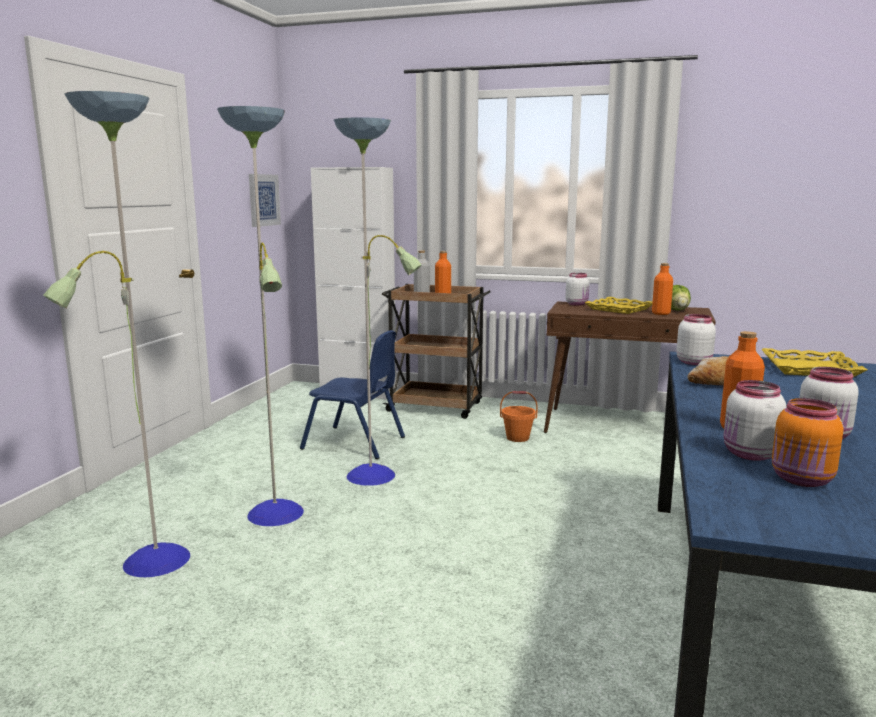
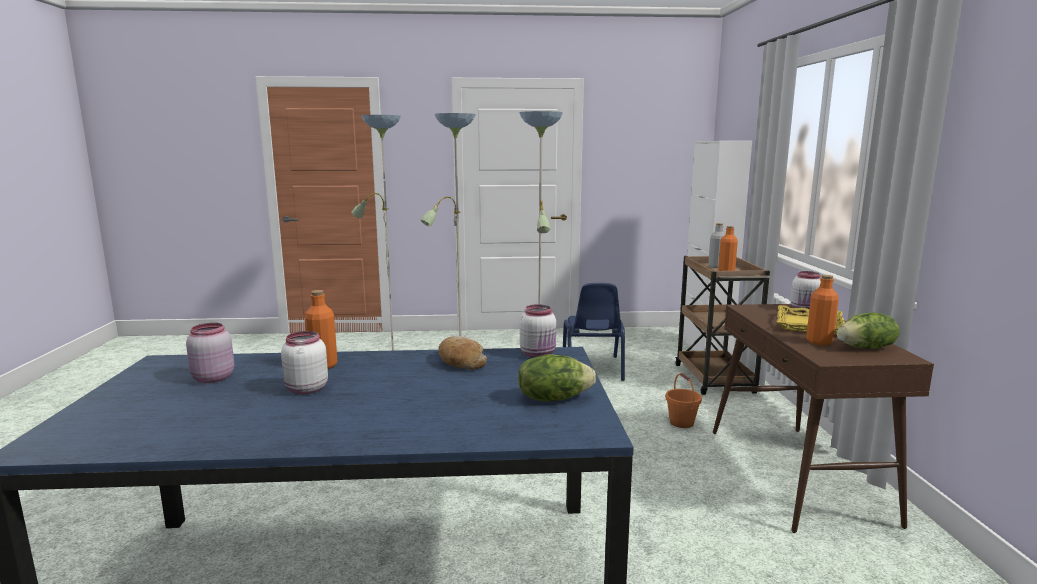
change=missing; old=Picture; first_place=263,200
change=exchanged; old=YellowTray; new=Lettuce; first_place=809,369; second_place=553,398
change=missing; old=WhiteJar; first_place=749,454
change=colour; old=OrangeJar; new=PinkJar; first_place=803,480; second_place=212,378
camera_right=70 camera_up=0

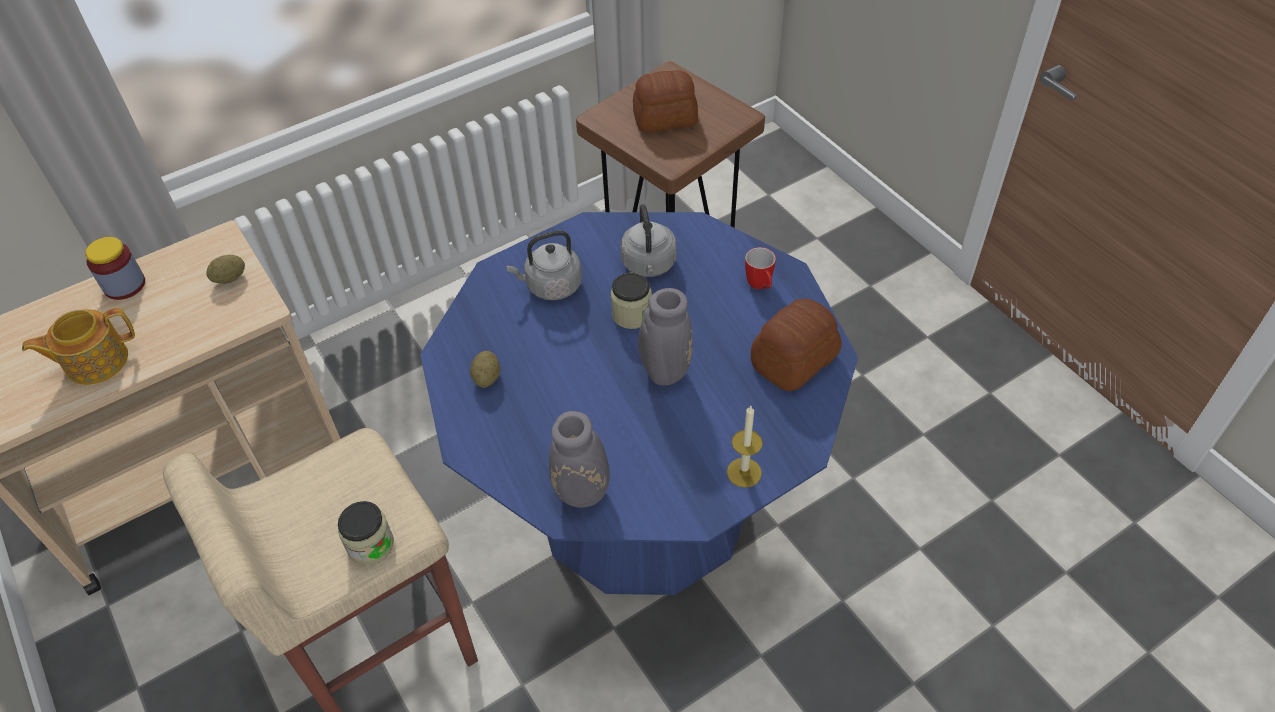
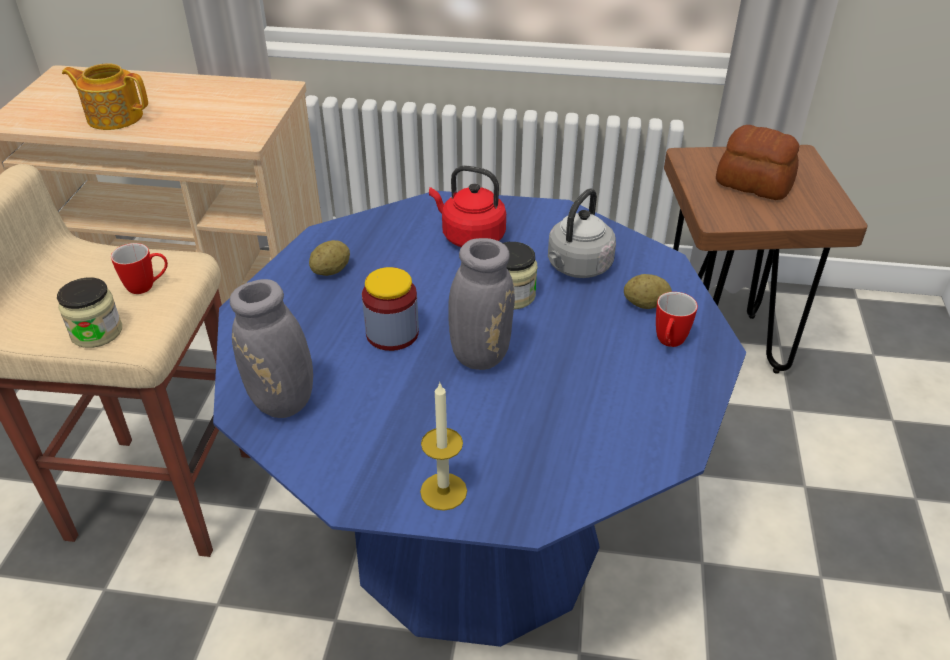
change=colour; old=GreyKettle; new=RedKettle; first_place=551,286; second_place=470,237
change=relocated; old=Jar; first_place=124,285; second_place=392,333
change=relocated; old=Potato; first_place=230,278; second_place=645,304
change=missing; old=Bread; first_place=792,360
change=appeared; new=Mug; second_place=148,286
camera_right=40 camera_up=-10

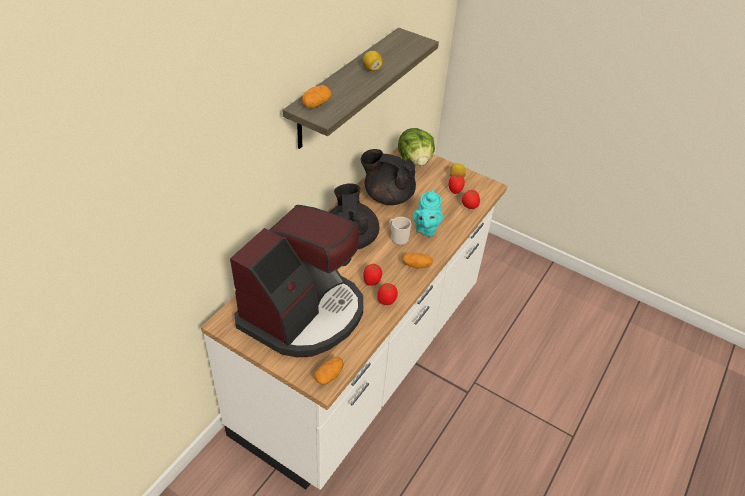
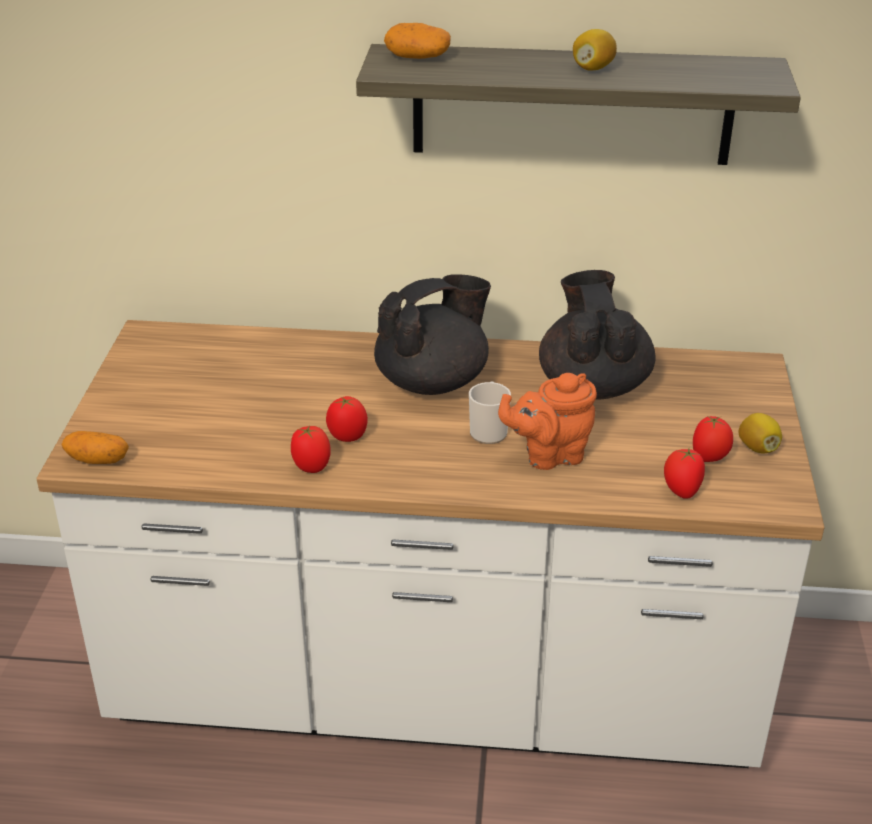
change=missing; old=Lettuce; first_place=415,161
change=colour; old=TurquoiseTeapot; new=OrangeTeapot; first_place=426,229; second_place=549,455
change=missing; old=CoffeeMachine; first_place=303,313
change=missing; old=Potato; first_place=416,265
camera_right=65 camera_up=-10

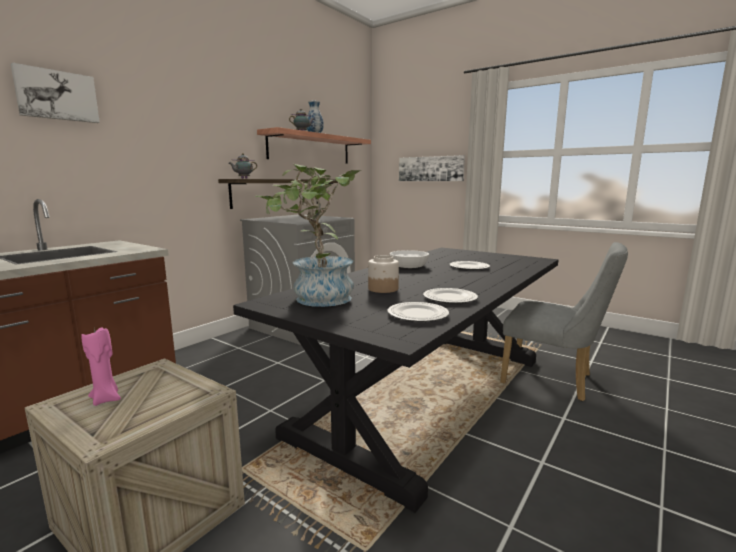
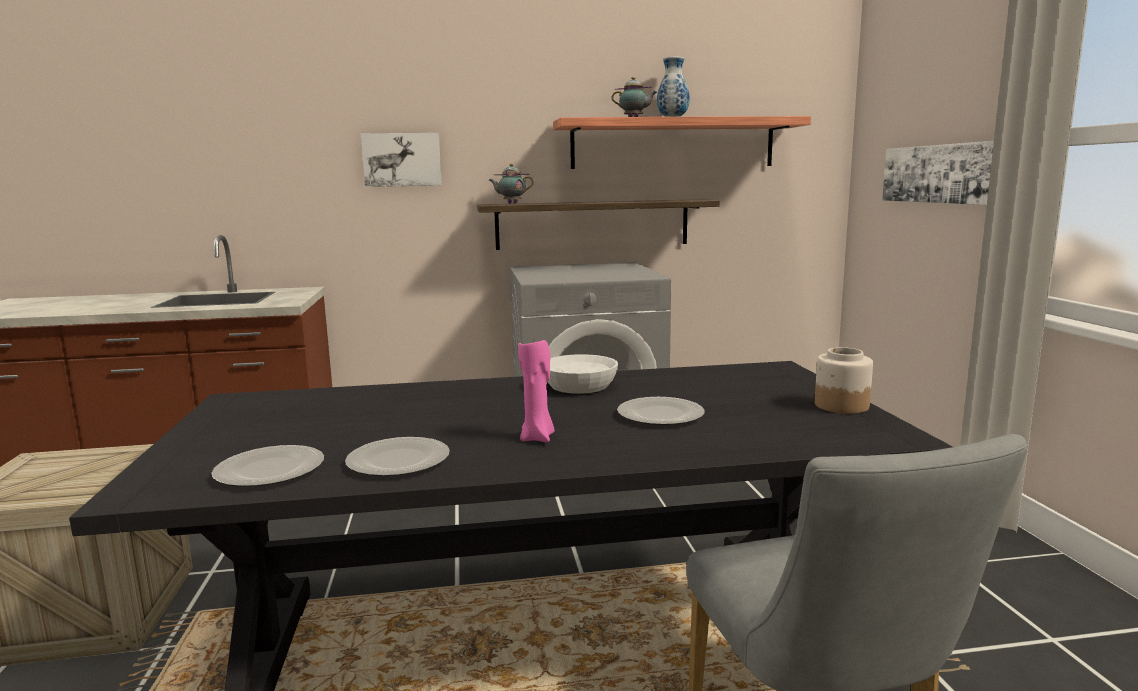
change=relocated; old=Picture; first_place=57,95; second_place=402,160
change=missing; old=PottedPlant; first_place=315,300
change=relocated; old=Jar; first_place=382,289; second_place=841,405
change=relocated; old=PinkCandle; first_place=106,399; second_place=538,438
camera_right=45 camera_up=0

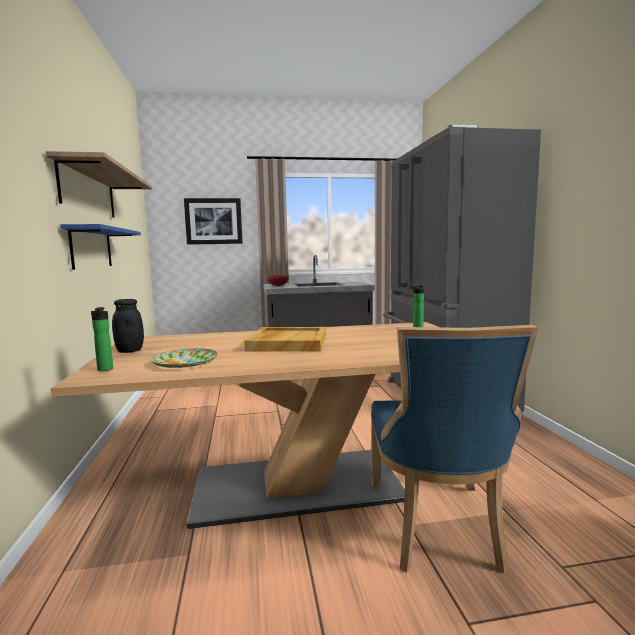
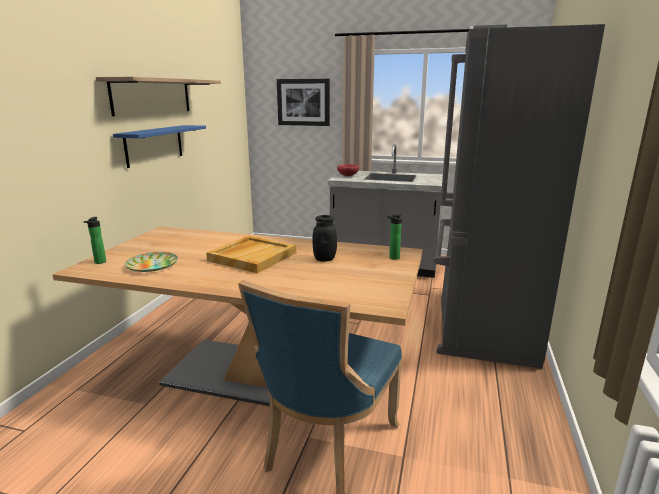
change=relocated; old=BlackJar; first_place=130,350; second_place=324,259
camera_right=25 camera_up=10

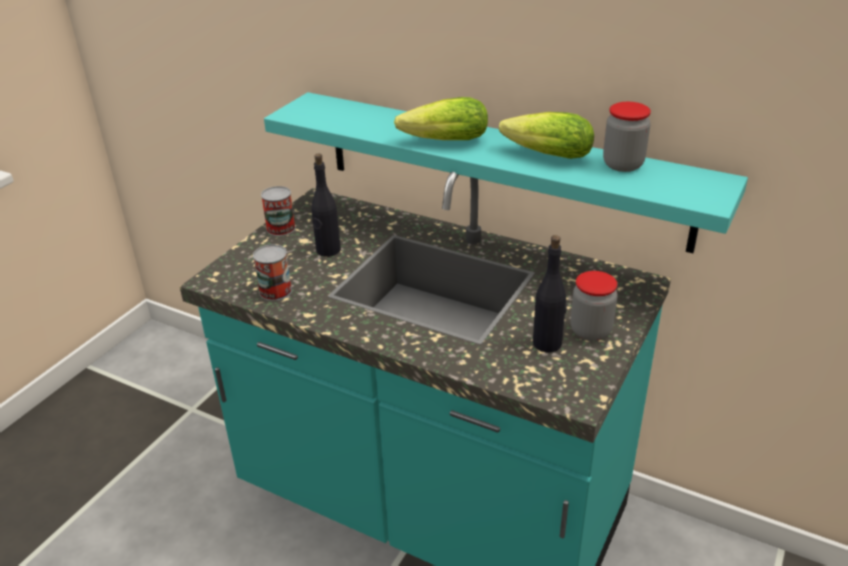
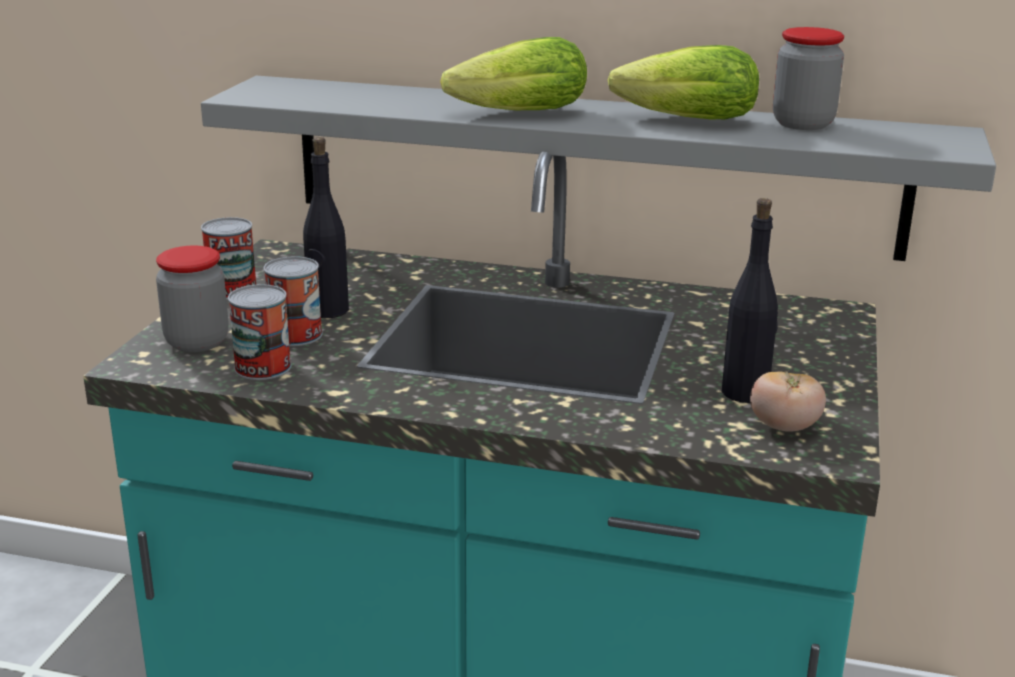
change=colour; old=TurquoiseShelf; new=GreyShelf; first_place=500,168; second_place=592,165
change=relocated; old=Jar; first_place=590,331; second_place=197,342
change=appeared; new=Can; second_place=295,335
change=appeared; new=Tomato; second_place=784,427
camera_right=-15 camera_up=-10

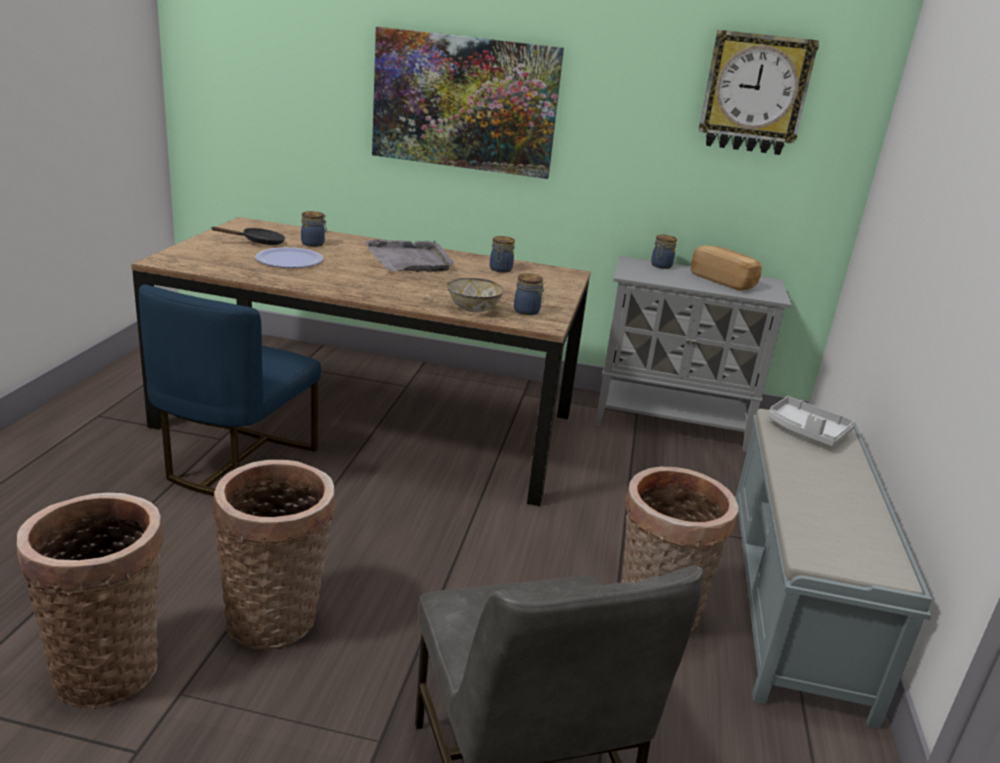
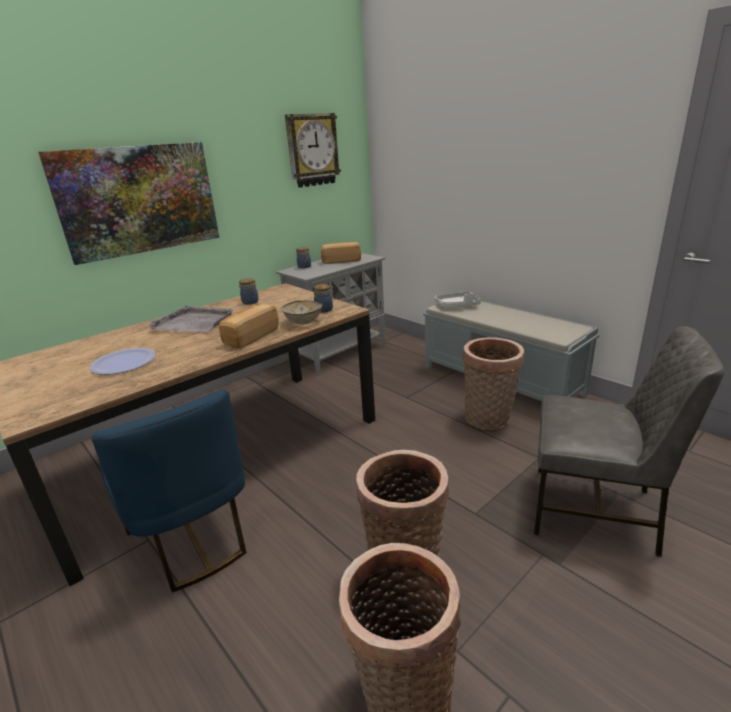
change=missing; old=Jar; first_place=314,243
change=missing; old=BlackFryingPan; first_place=259,242
change=appeared; new=Bread; second_place=250,337
camera_right=-50 camera_up=0

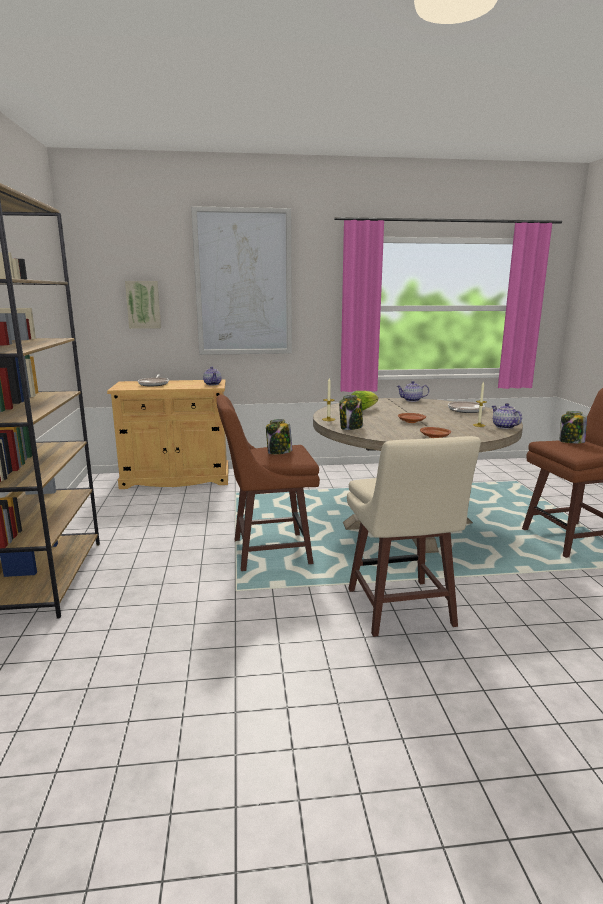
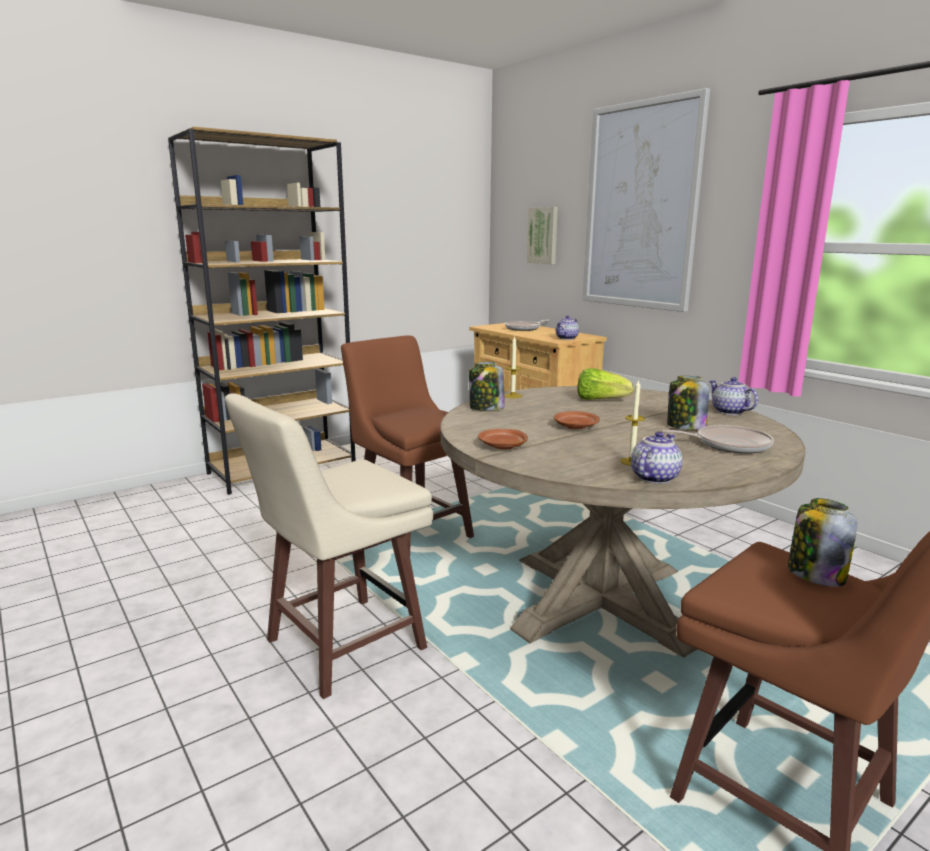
change=relocated; old=Jar; first_place=279,452; second_place=685,427
camera_right=60 camera_up=0

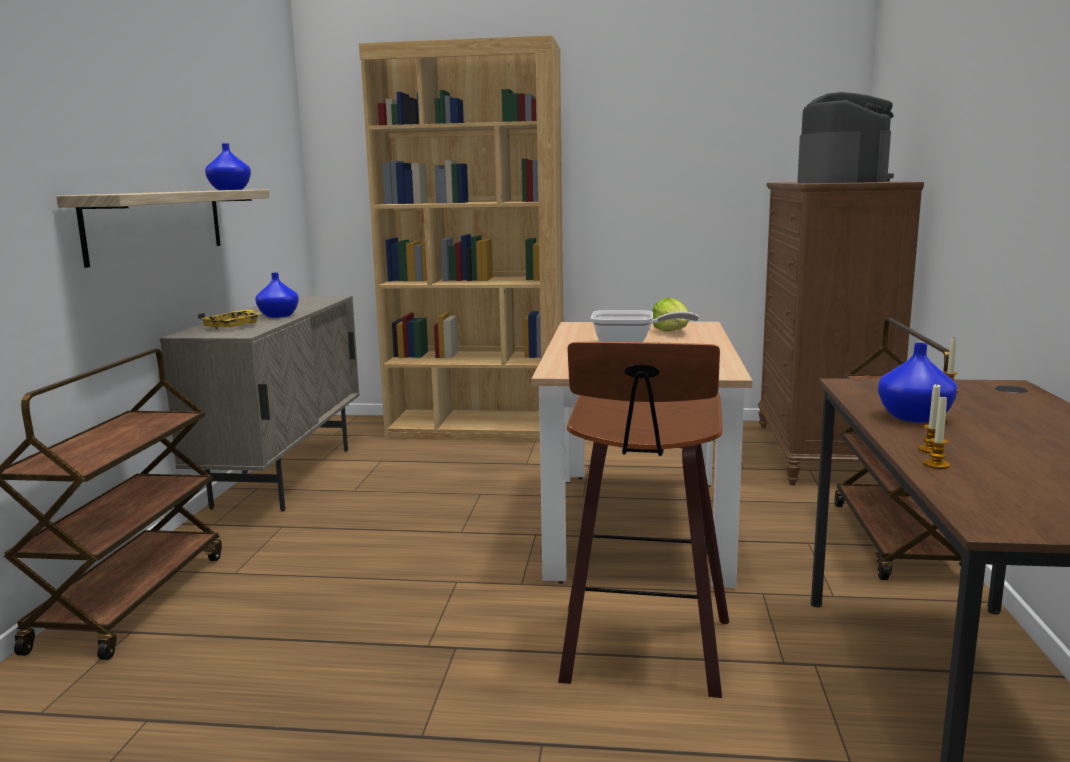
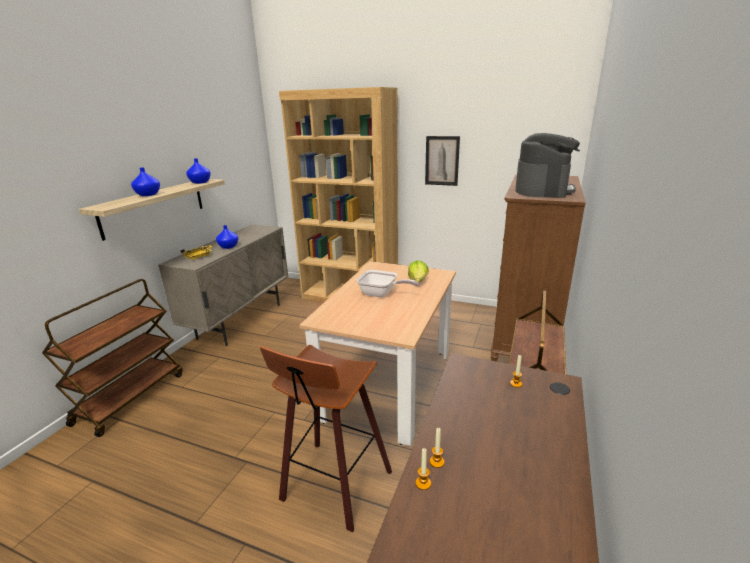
change=relocated; old=BlueVase; first_place=913,417; second_place=147,195
change=appeared; new=Picture; second_place=442,161
camera_right=15 camera_up=10

